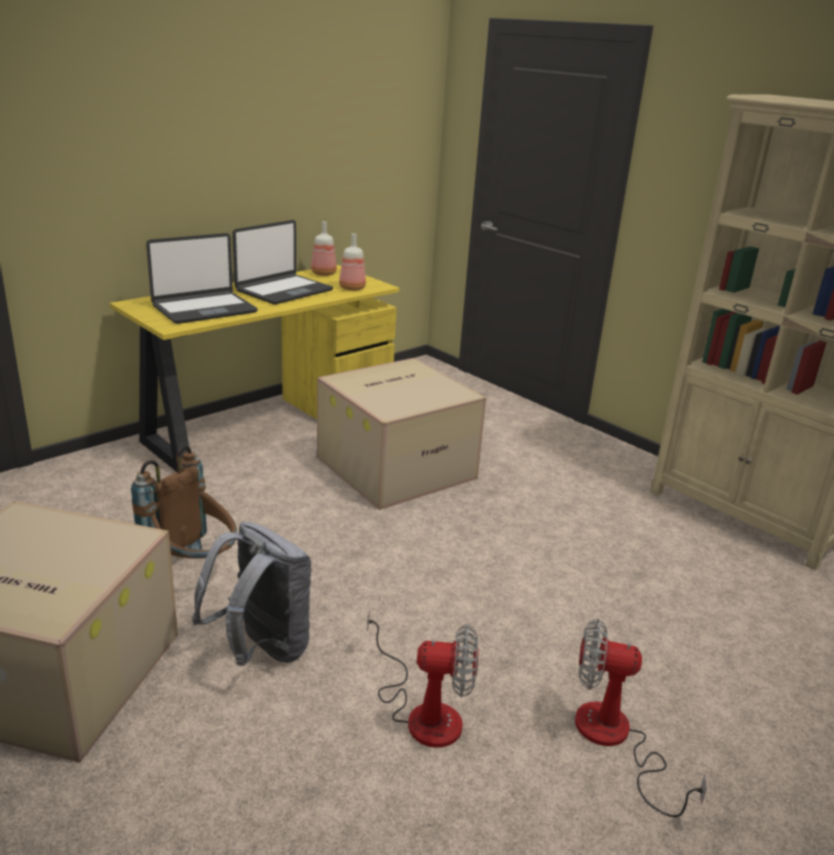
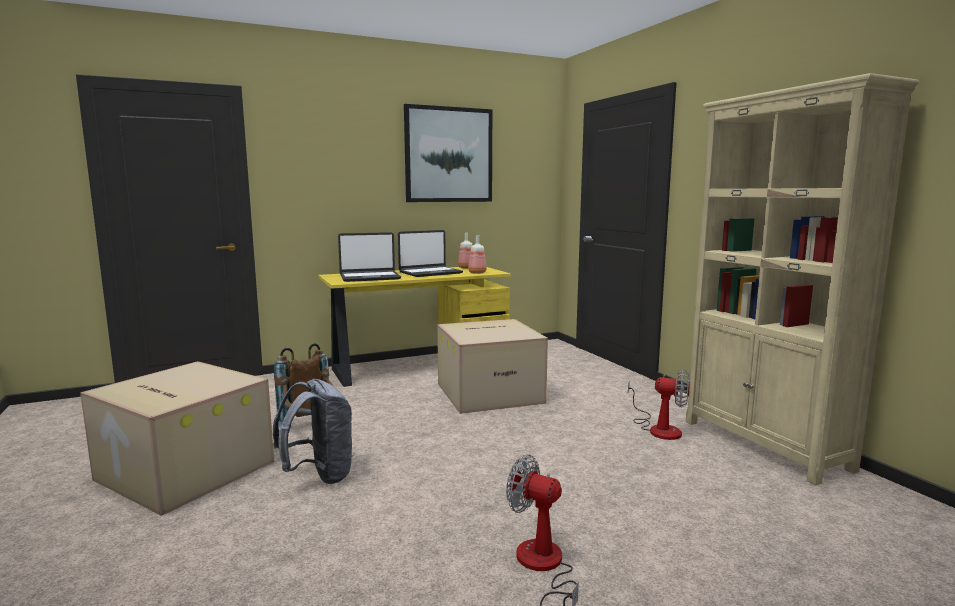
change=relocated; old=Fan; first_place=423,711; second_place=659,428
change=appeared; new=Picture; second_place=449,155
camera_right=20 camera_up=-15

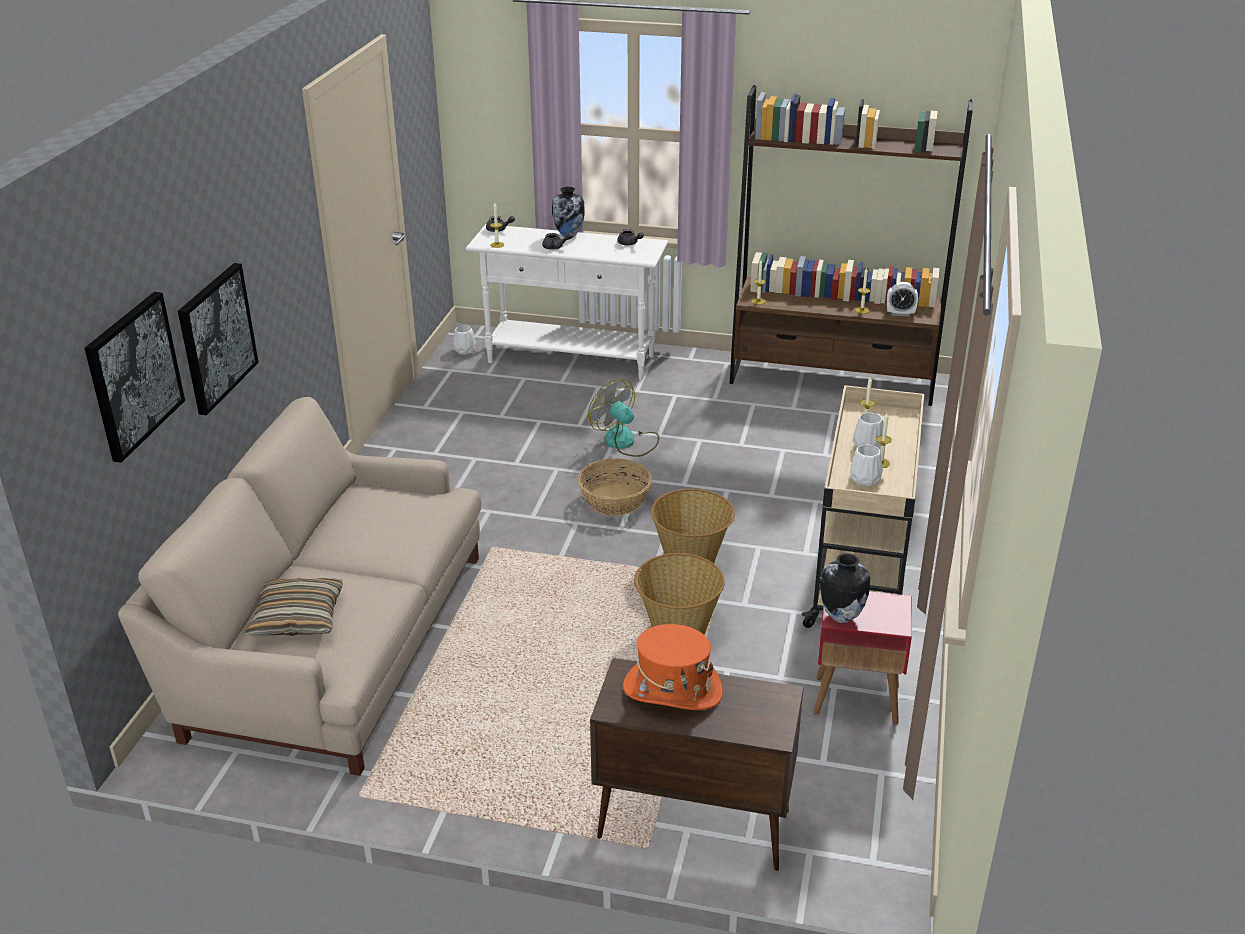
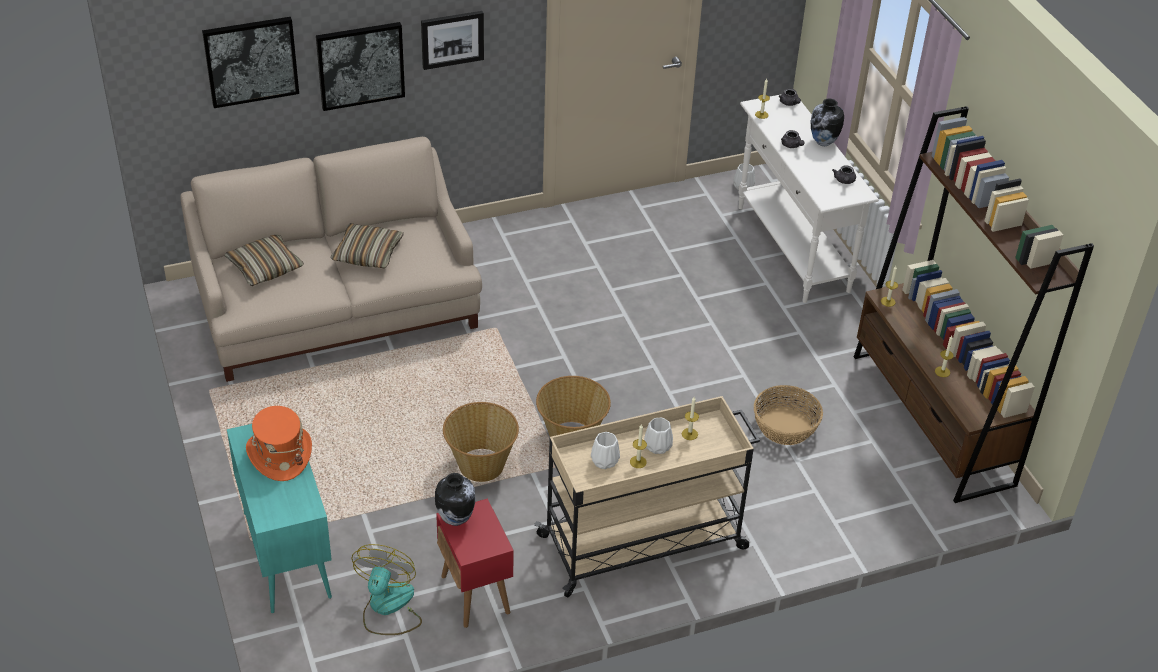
change=missing; old=AlarmClock; first_place=900,313
change=relocated; old=Fan; first_place=626,442; second_place=388,607
change=relocated; old=Basket; first_place=614,500; second_place=785,426
change=colour; old=BrownCabinet; new=TurquoiseCabinet; first_place=691,824; second_place=286,554
change=appeared; new=Picture; second_place=452,39
change=appeared; new=Pillow; second_place=367,253
camera_right=55 camera_up=10

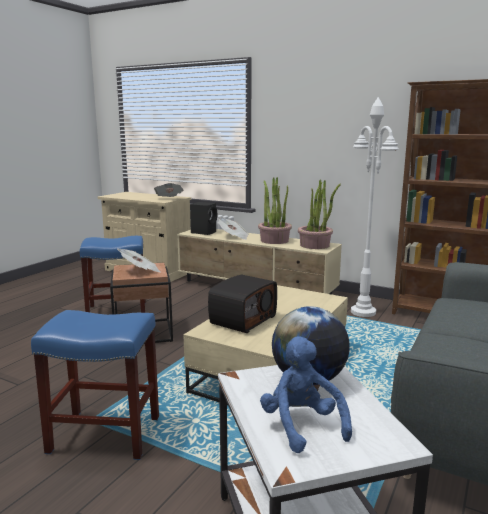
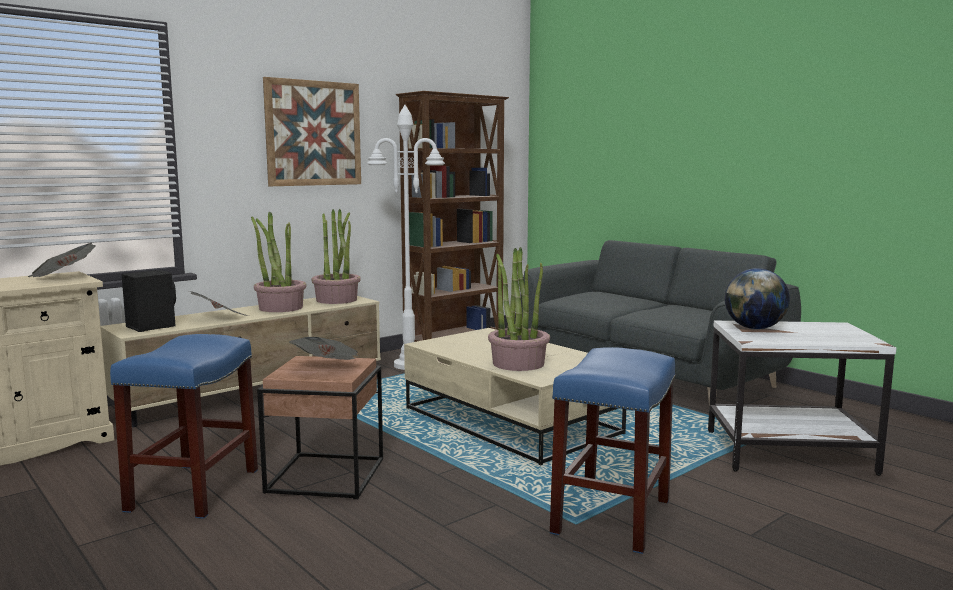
change=exchanged; old=Radio; new=PottedPlant; first_place=242,319; second_place=518,363
change=missing; old=BluePlushToy; first_place=302,425
change=appeared; new=Picture; second_place=313,133
camera_right=-70 camera_up=-5

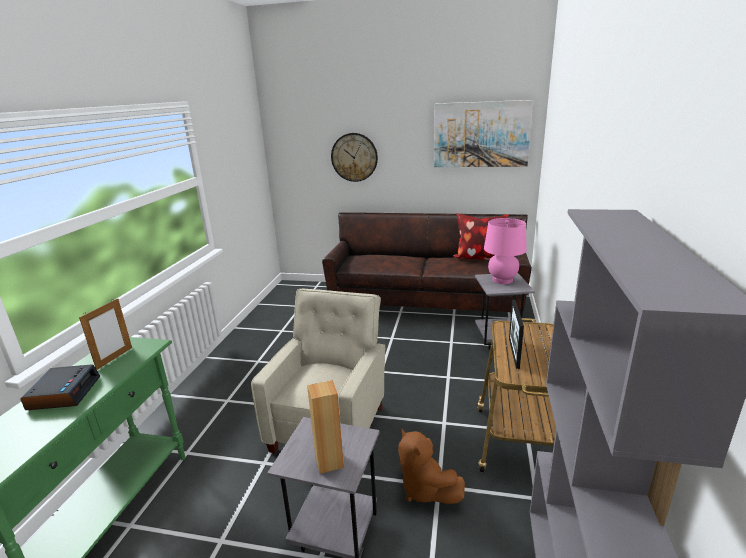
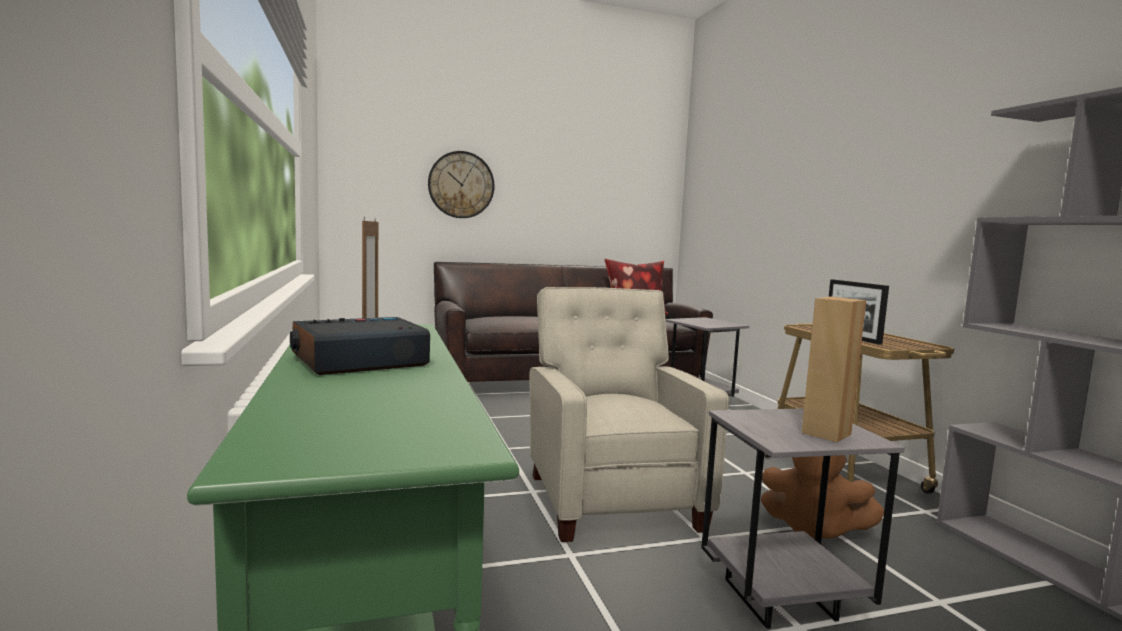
change=missing; old=Picture; first_place=481,134
change=missing; old=PinkTableLamp; first_place=502,280
change=spun; old=AlarmClock; first_place=64,393; second_place=358,361; degrees=-90
camera_right=-30 camera_up=-15

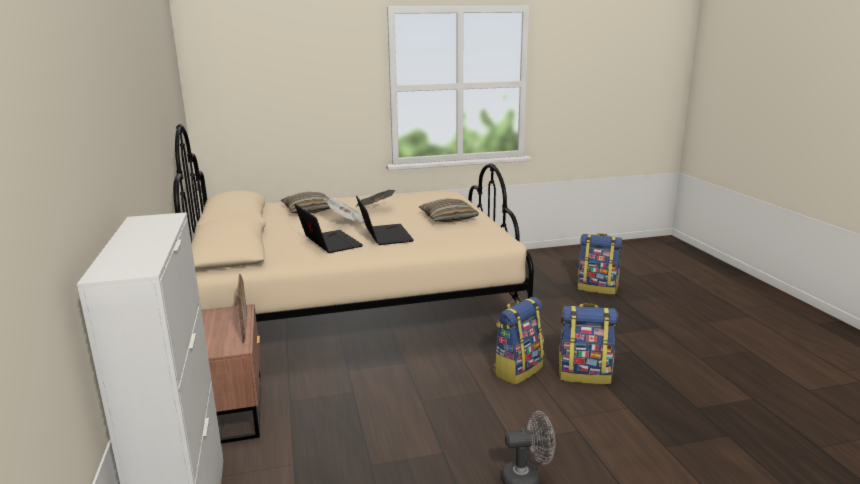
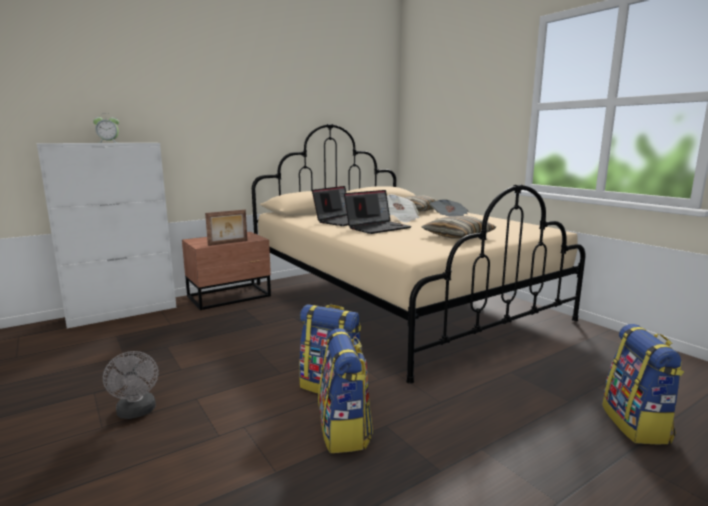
change=appeared; new=AlarmClock; second_place=108,142
camera_right=70 camera_up=-5

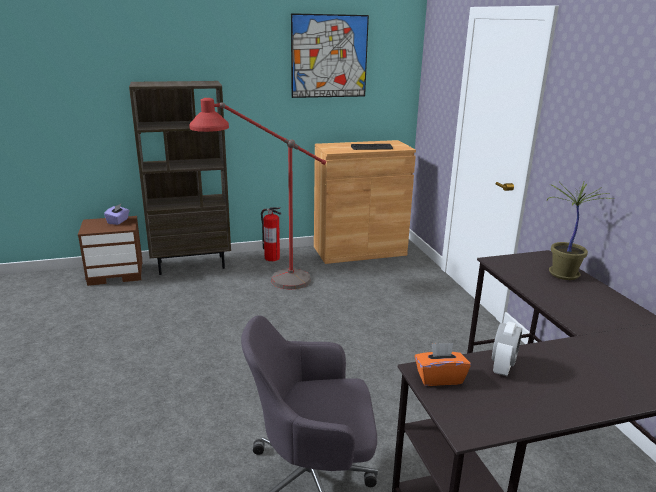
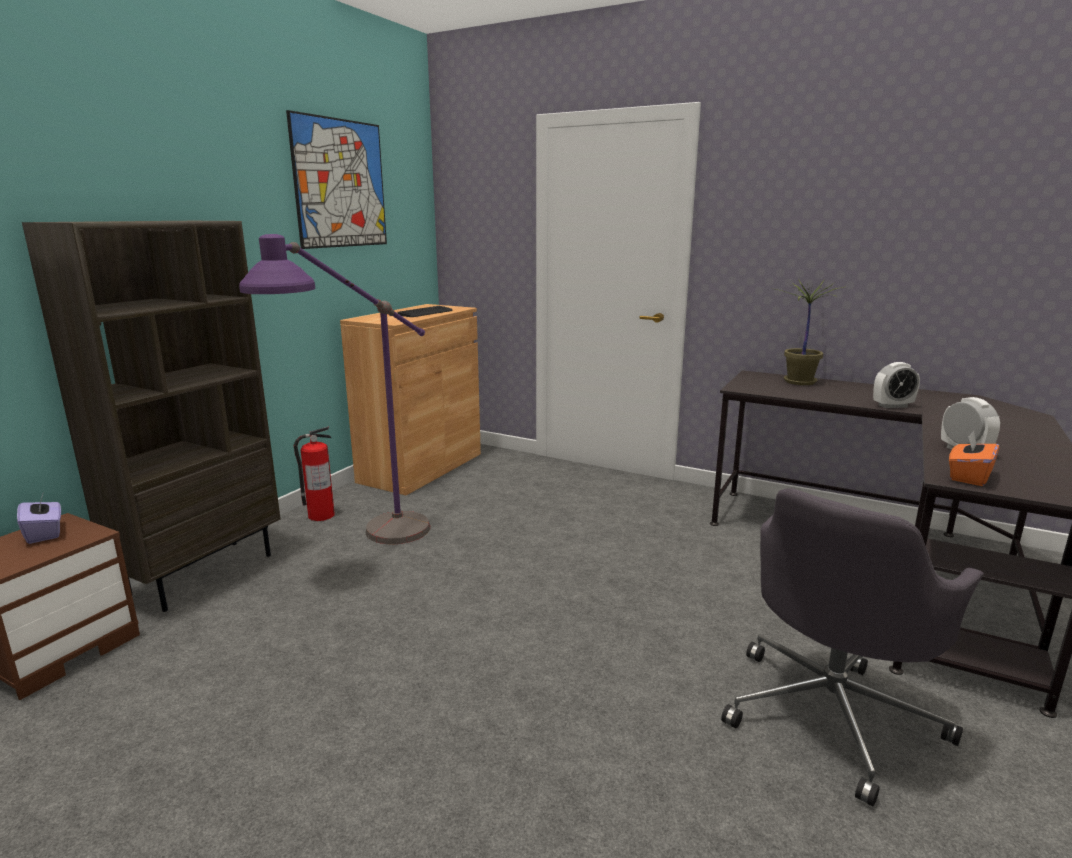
change=colour; old=RedFloorLamp; new=PurpleFloorLamp; first_place=262,283; second_place=366,548
change=appeared; new=AlarmClock; second_place=892,406
camera_right=-45 camera_up=-5

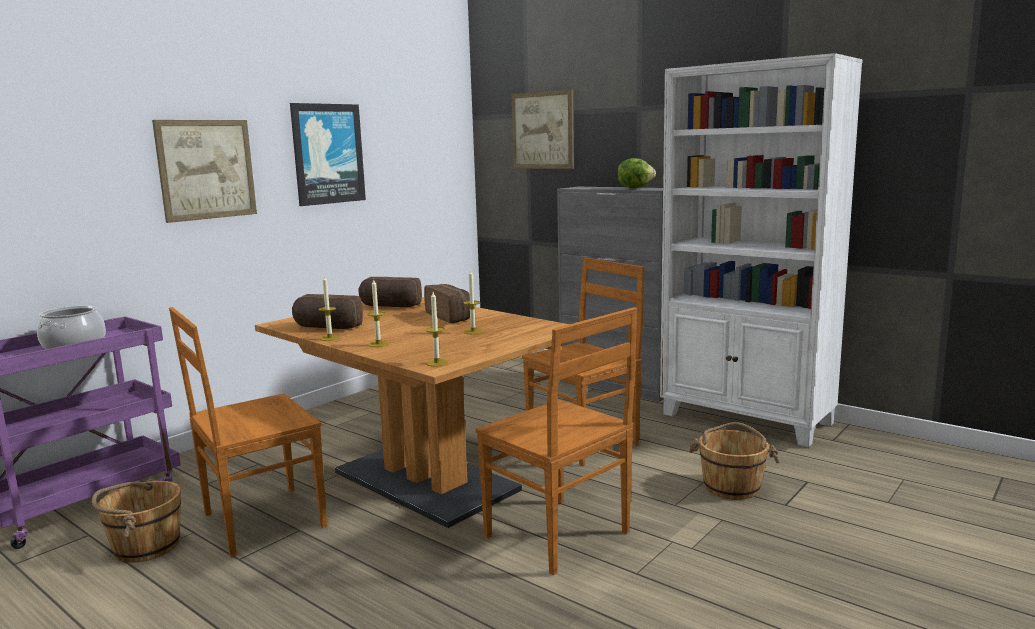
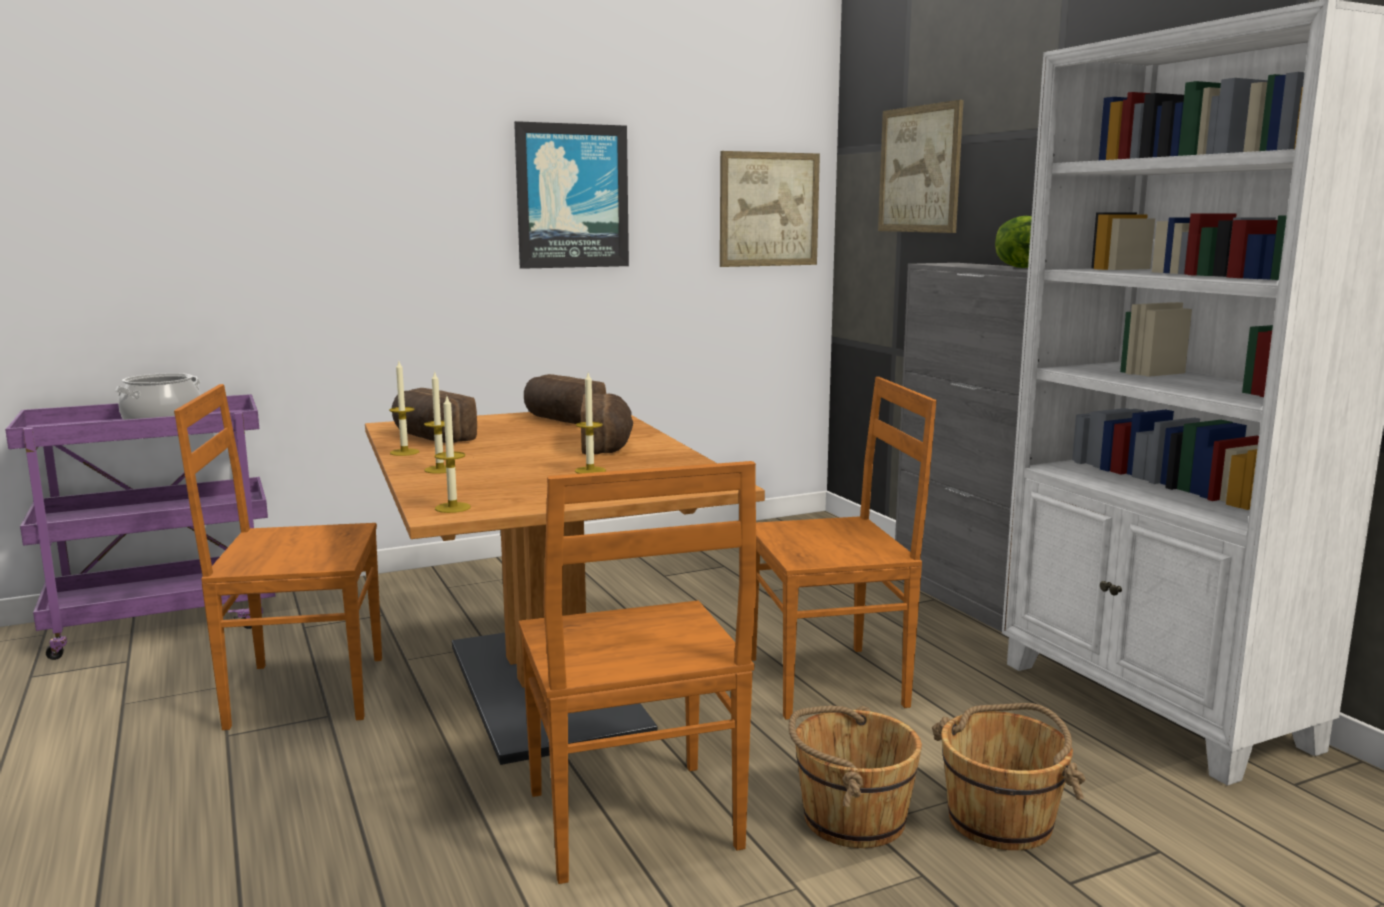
change=relocated; old=Picture; first_place=206,169; second_place=769,209
change=relocated; old=BrownBucket; first_place=145,546; second_place=851,818
camera_right=25 camera_up=0

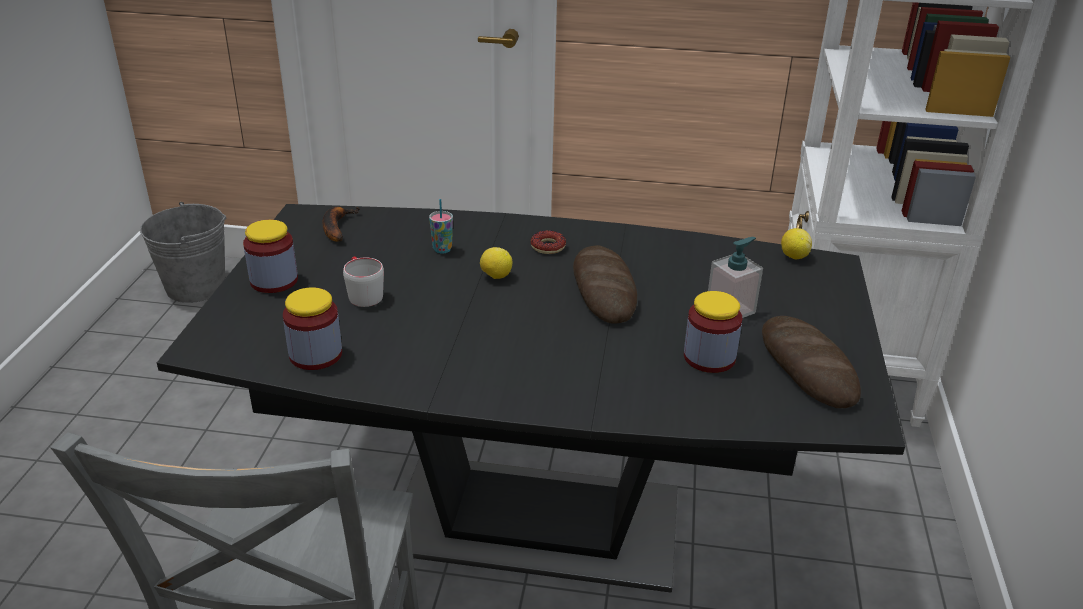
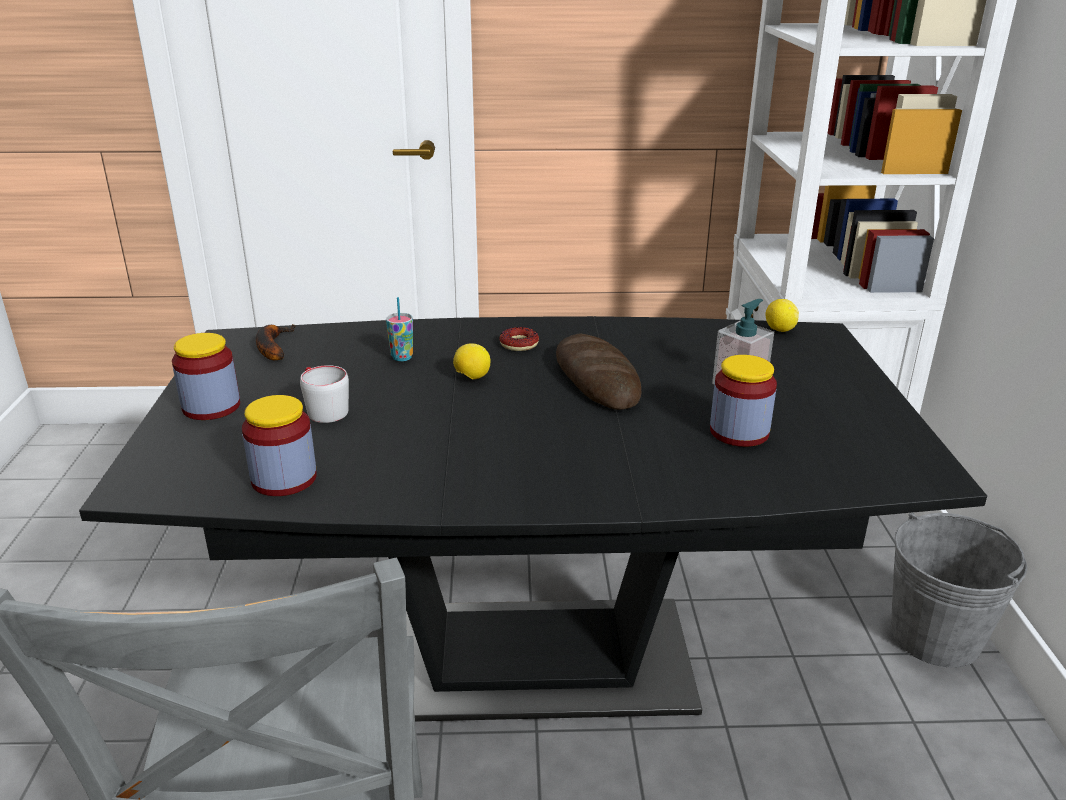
change=relocated; old=GreyBucket; first_place=196,287; second_place=935,636
change=missing; old=Bread; first_place=807,367
camera_right=-10 camera_up=-5

